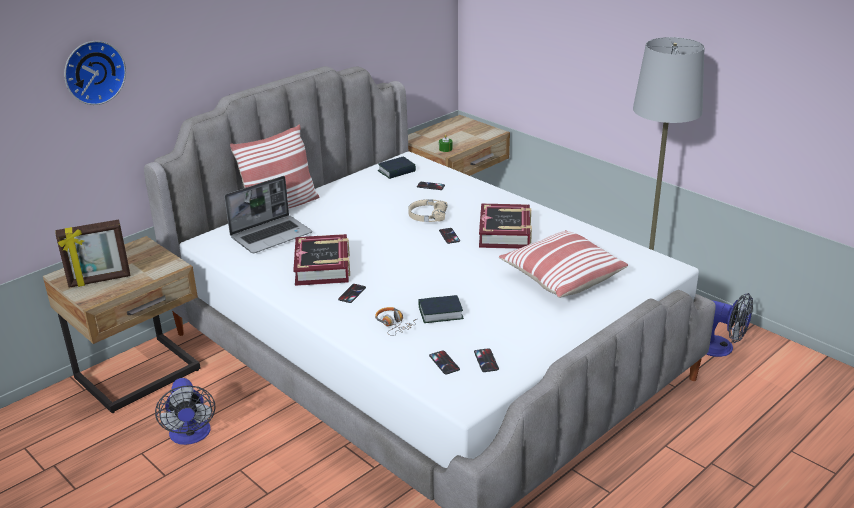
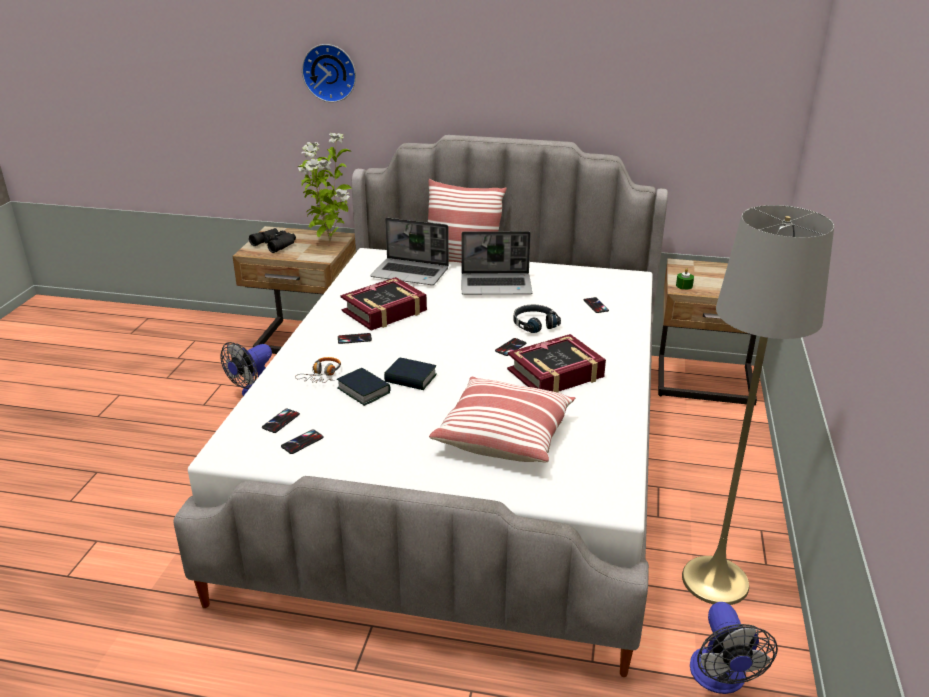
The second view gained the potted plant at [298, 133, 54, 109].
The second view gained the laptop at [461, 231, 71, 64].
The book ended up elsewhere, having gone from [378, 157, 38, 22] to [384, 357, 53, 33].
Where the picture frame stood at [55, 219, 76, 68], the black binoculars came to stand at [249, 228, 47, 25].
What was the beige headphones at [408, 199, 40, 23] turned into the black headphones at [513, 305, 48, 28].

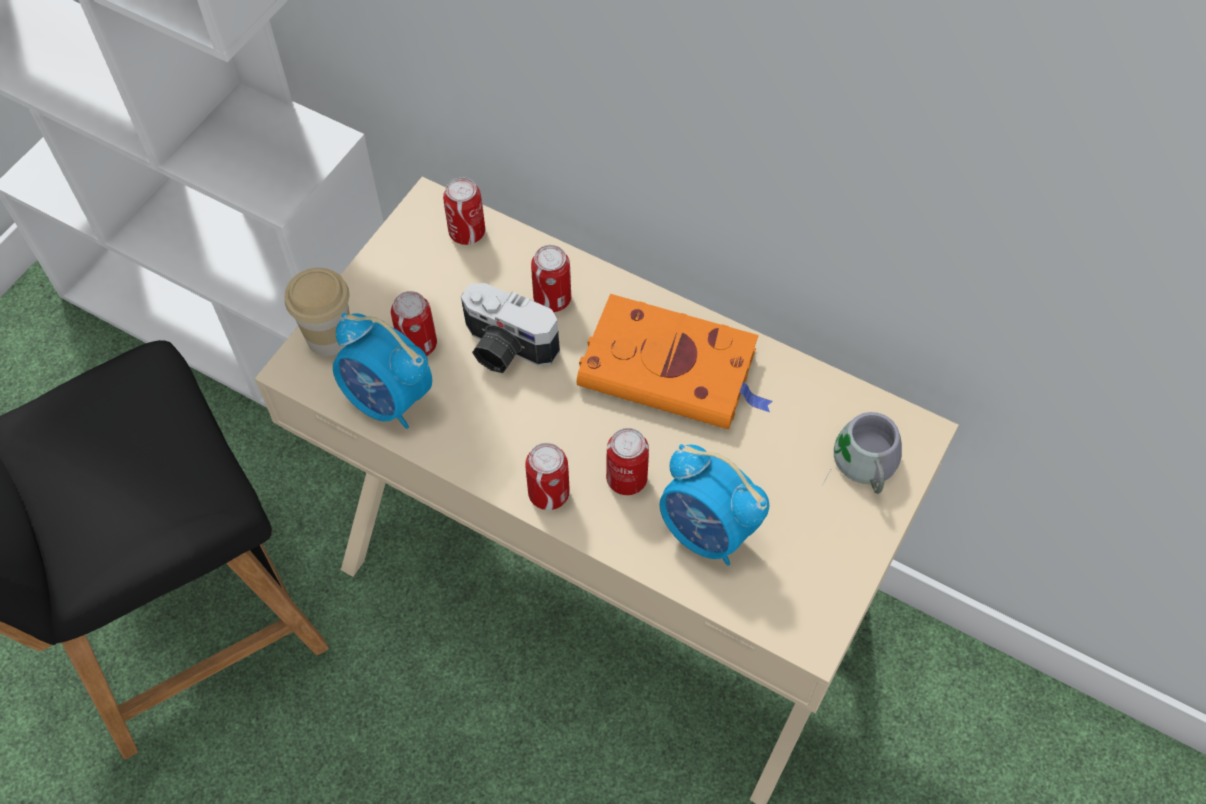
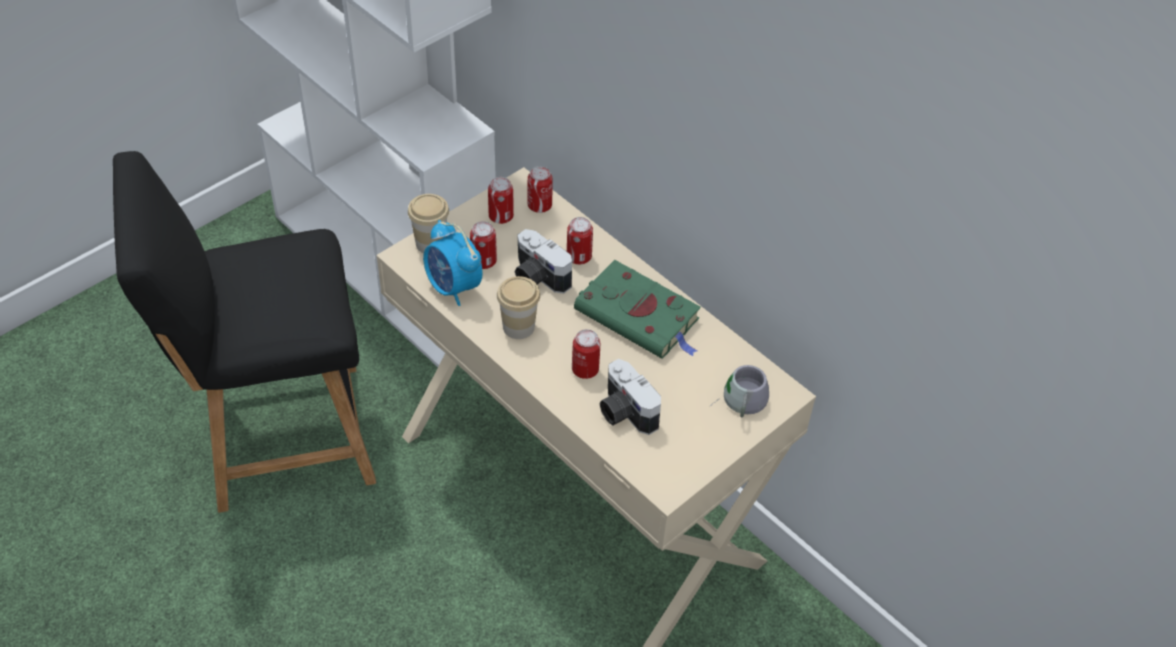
The second view gained the cup at [497, 276, 43, 63].
The can ended up elsewhere, having gone from [525, 443, 45, 67] to [488, 177, 26, 47].
Where the alarm clock stood at [659, 444, 110, 122], the photo camera came to stand at [599, 359, 62, 76].
What was the orange book at [577, 294, 196, 136] turned into the green book at [574, 260, 127, 99].

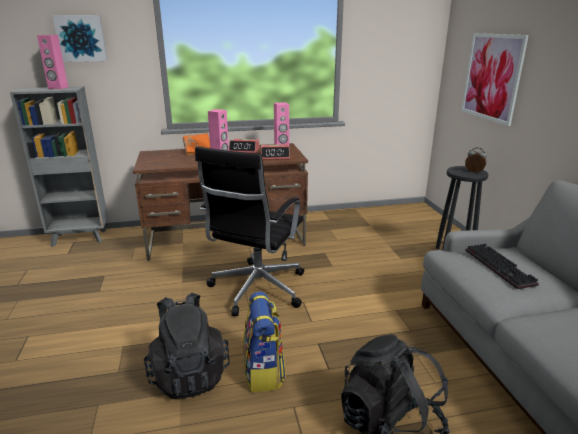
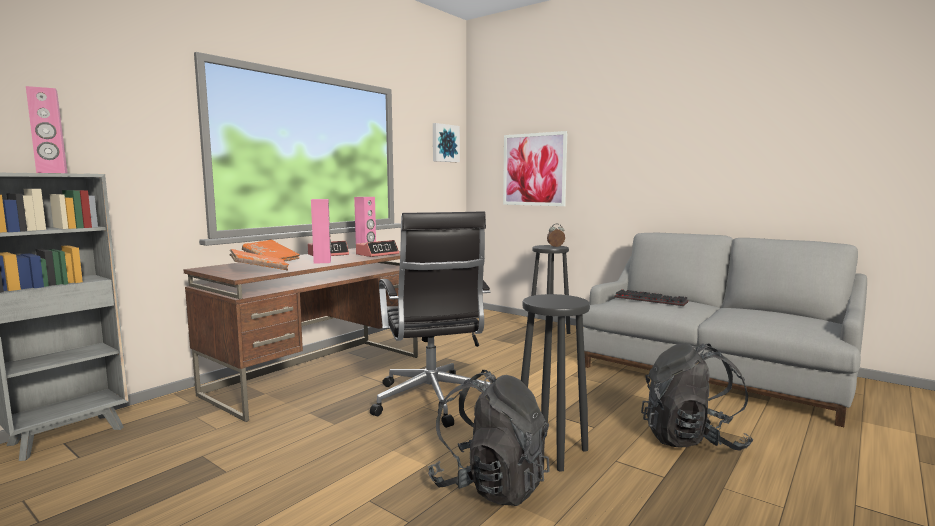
The second view gained the orange book at [230, 249, 59, 22].
The picture ended up elsewhere, having gone from [52, 15, 55, 47] to [433, 123, 27, 39].
Where the backpack stood at [243, 292, 43, 100], the black stool came to stand at [521, 294, 69, 178].

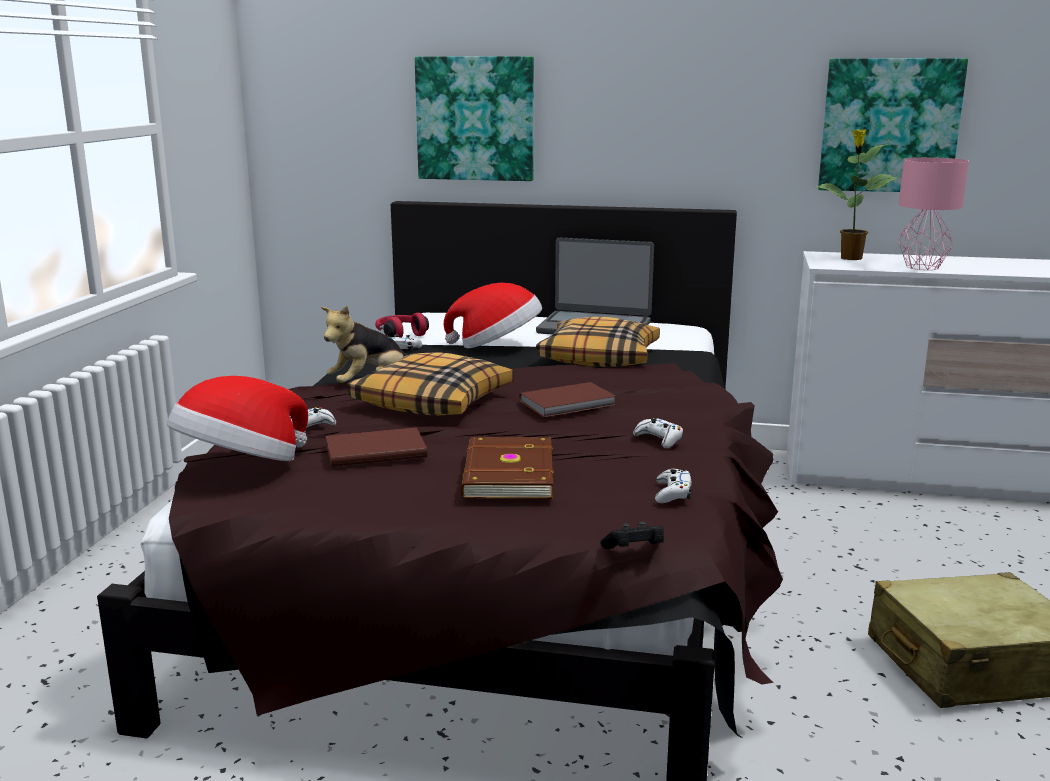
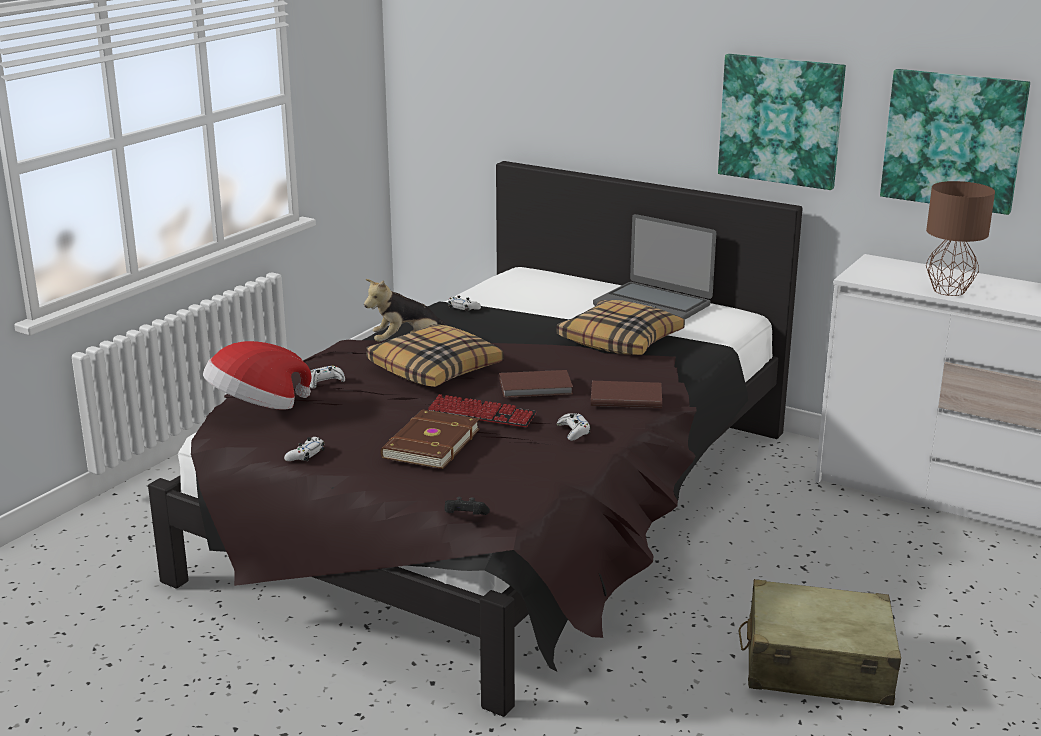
The second view lost the red headphones at [375, 313, 54, 25].
The second view lost the hat at [444, 283, 98, 65].
The second view lost the potted plant at [816, 129, 82, 131].
The second view gained the keyboard at [427, 394, 110, 33].
The brown book ended up elsewhere, having gone from [326, 427, 101, 40] to [591, 381, 71, 27].
The picture ended up elsewhere, having gone from [415, 56, 119, 125] to [718, 54, 128, 136].
The white game controller ended up elsewhere, having gone from [655, 469, 36, 34] to [284, 437, 41, 24].
What was the pink table lamp at [899, 157, 70, 113] turned into the brown table lamp at [926, 181, 69, 115].

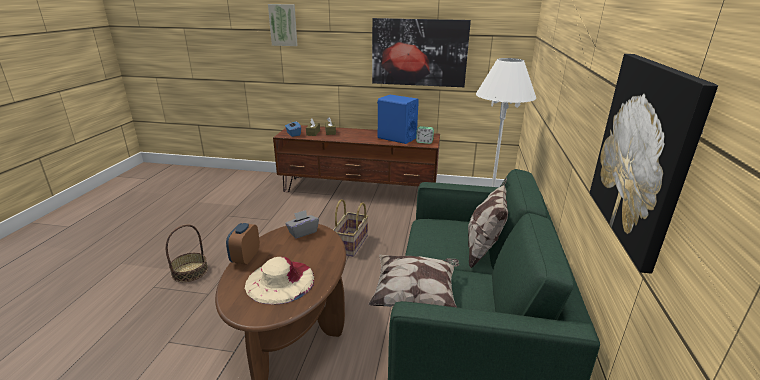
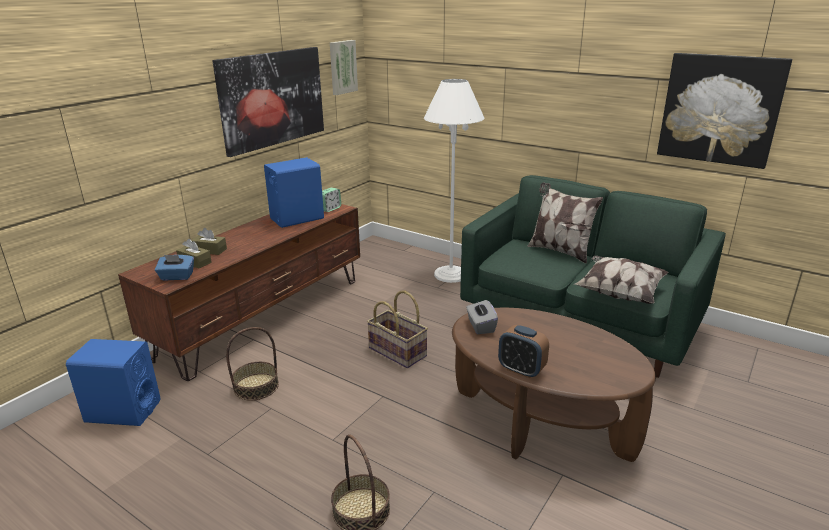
The second view lost the beige hat at [245, 257, 69, 47].
The second view gained the blue speaker at [66, 339, 94, 87].
The second view gained the basket at [226, 327, 53, 74].
The picture ended up elsewhere, having gone from [268, 4, 30, 42] to [330, 40, 28, 55].

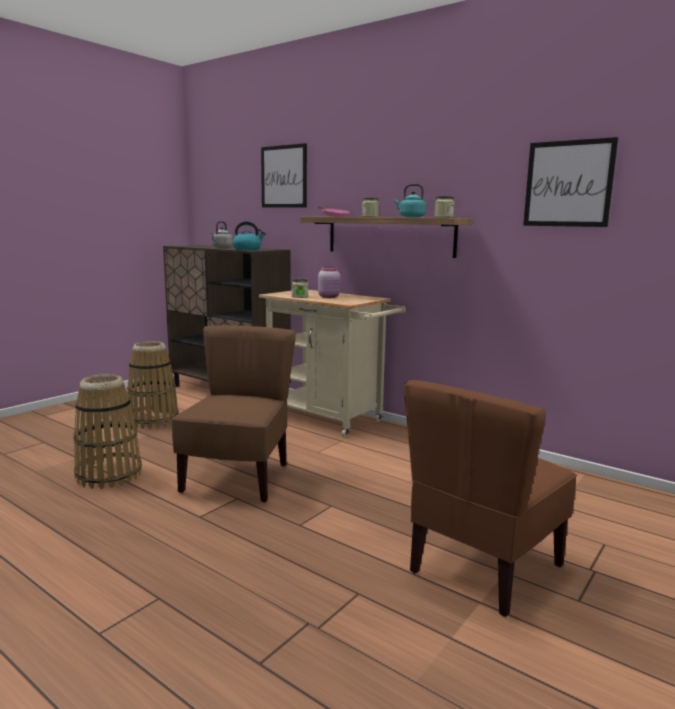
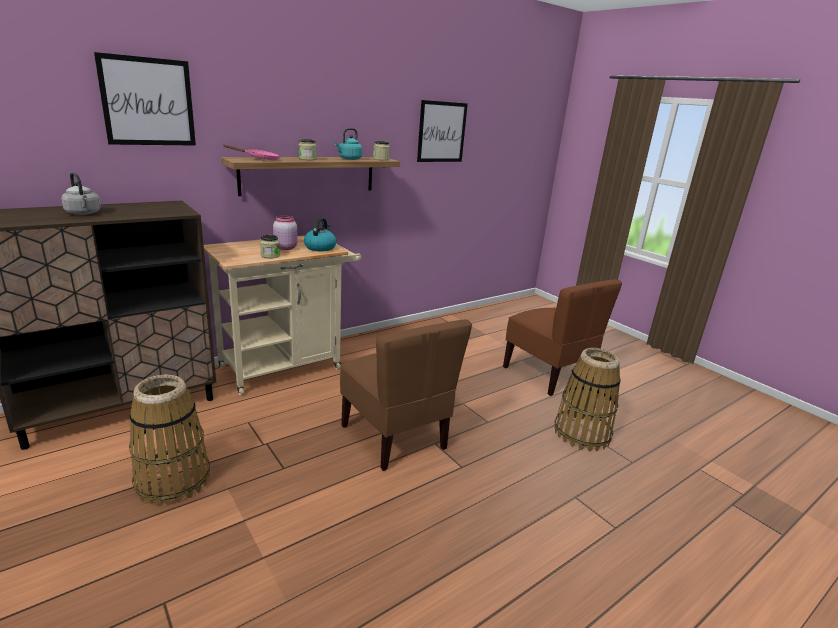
The basket ended up elsewhere, having gone from [73, 374, 69, 115] to [554, 348, 67, 103].
The kettle ended up elsewhere, having gone from [232, 221, 34, 29] to [304, 217, 33, 34].
The brown chair at [172, 325, 124, 178] ended up facing another way, 150 degrees counterclockwise from before.

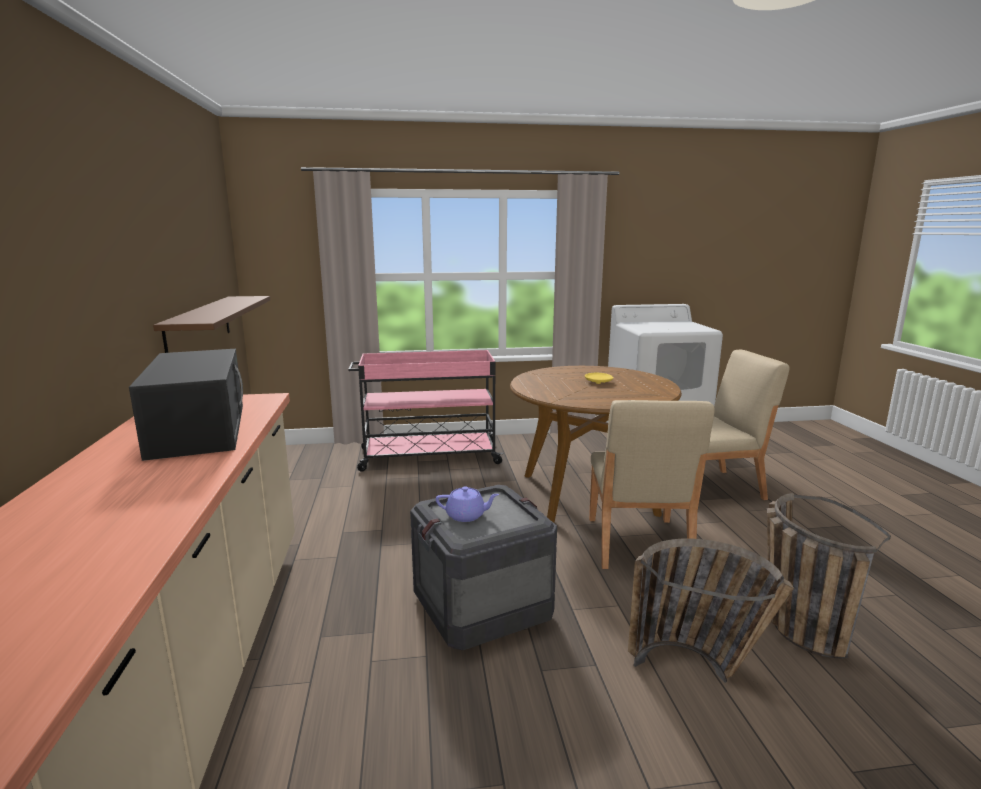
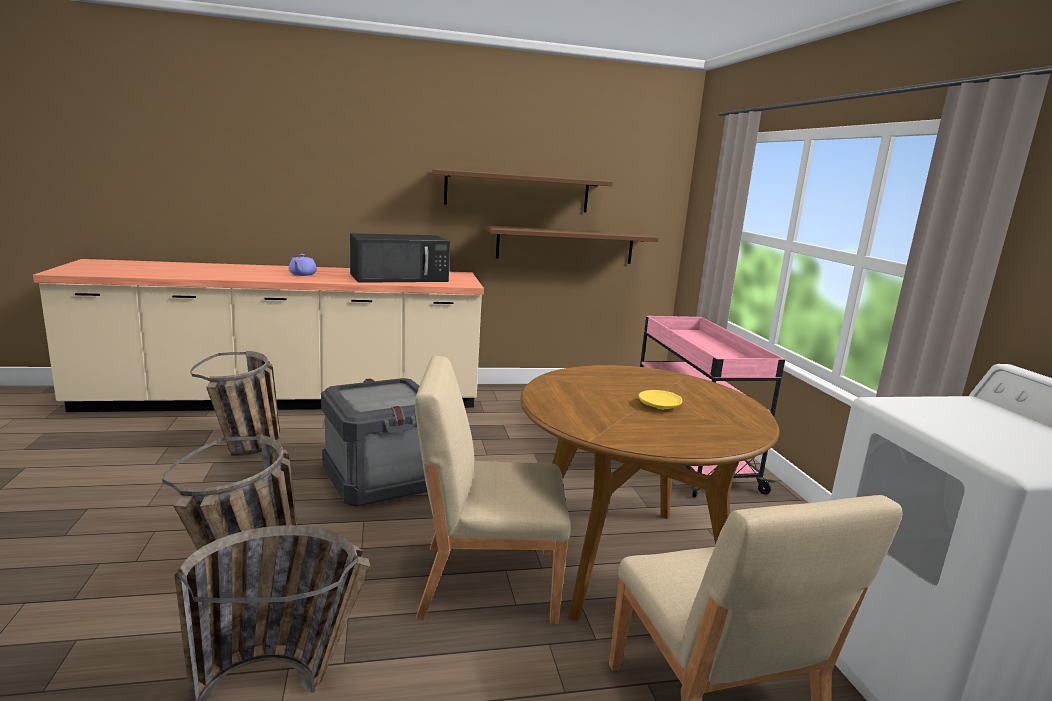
The second view gained the basket at [190, 351, 90, 105].
The second view gained the brown shelf at [432, 169, 181, 43].
The purple teapot ended up elsewhere, having gone from [436, 486, 63, 36] to [289, 254, 28, 22].

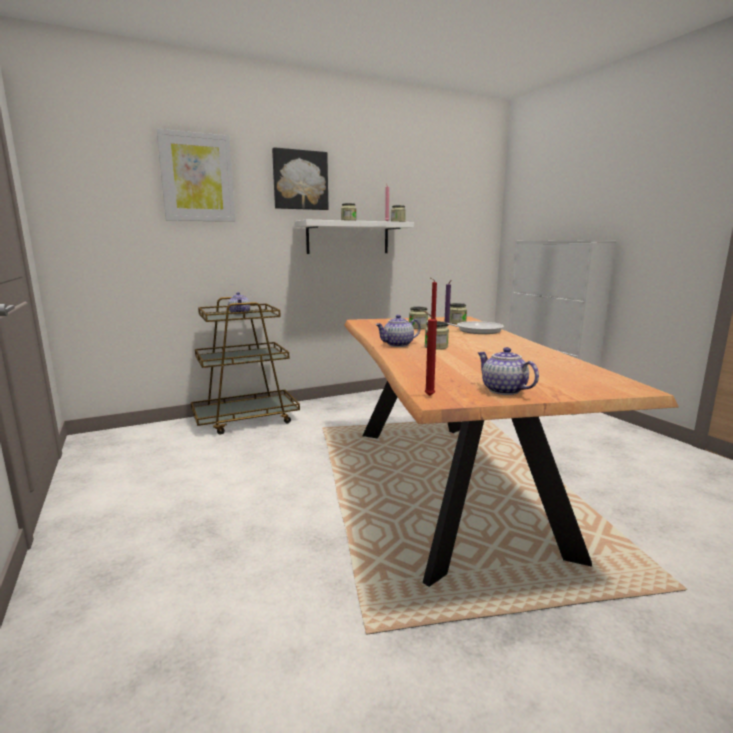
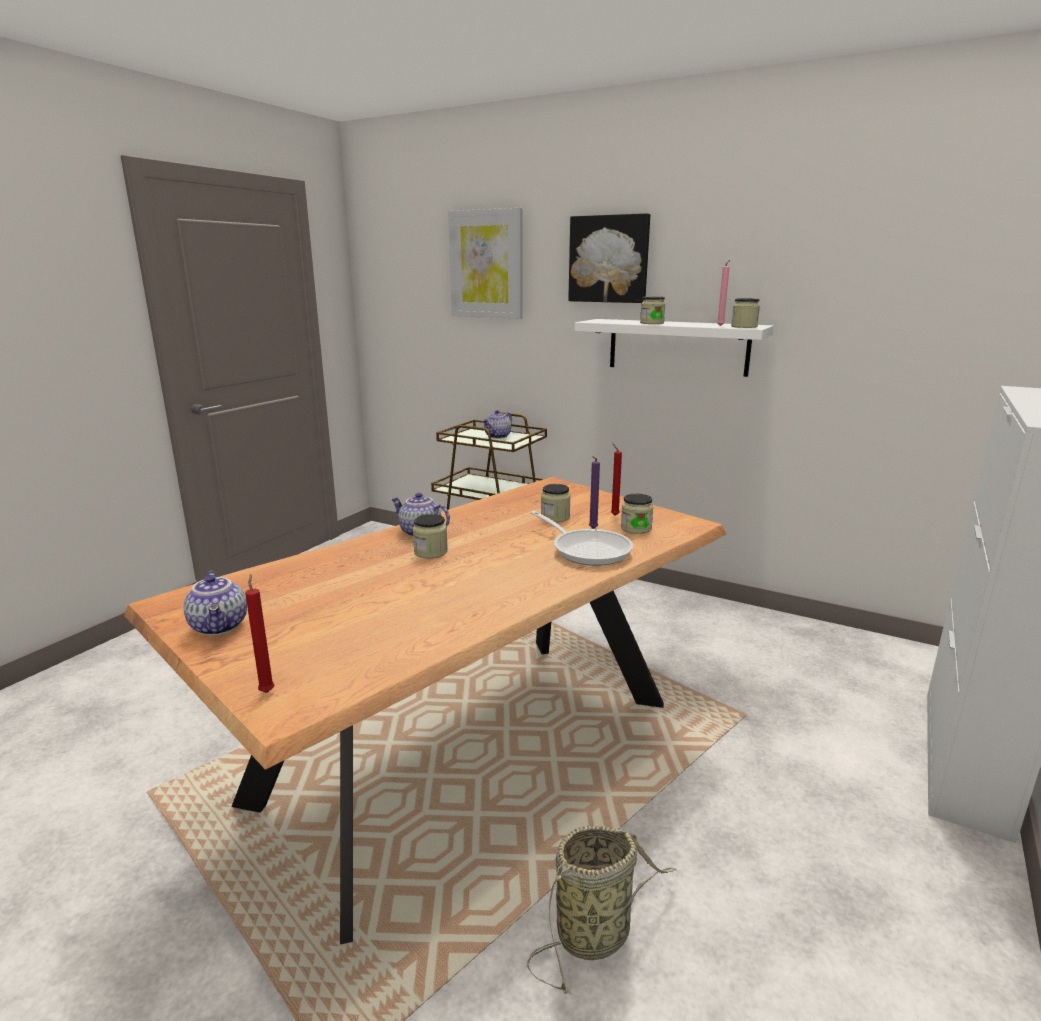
The second view gained the basket at [526, 825, 151, 169].
The red candle ended up elsewhere, having gone from [424, 311, 13, 85] to [245, 574, 30, 119].
The teapot at [477, 347, 62, 48] ended up facing another way, 135 degrees clockwise from before.

